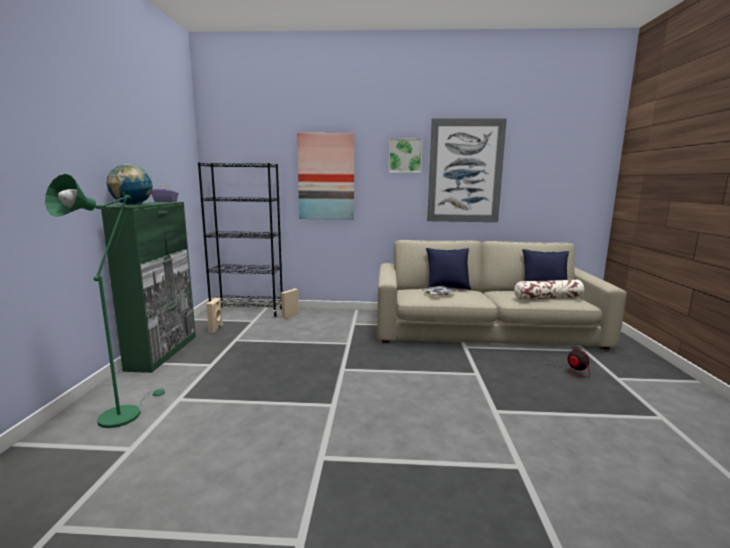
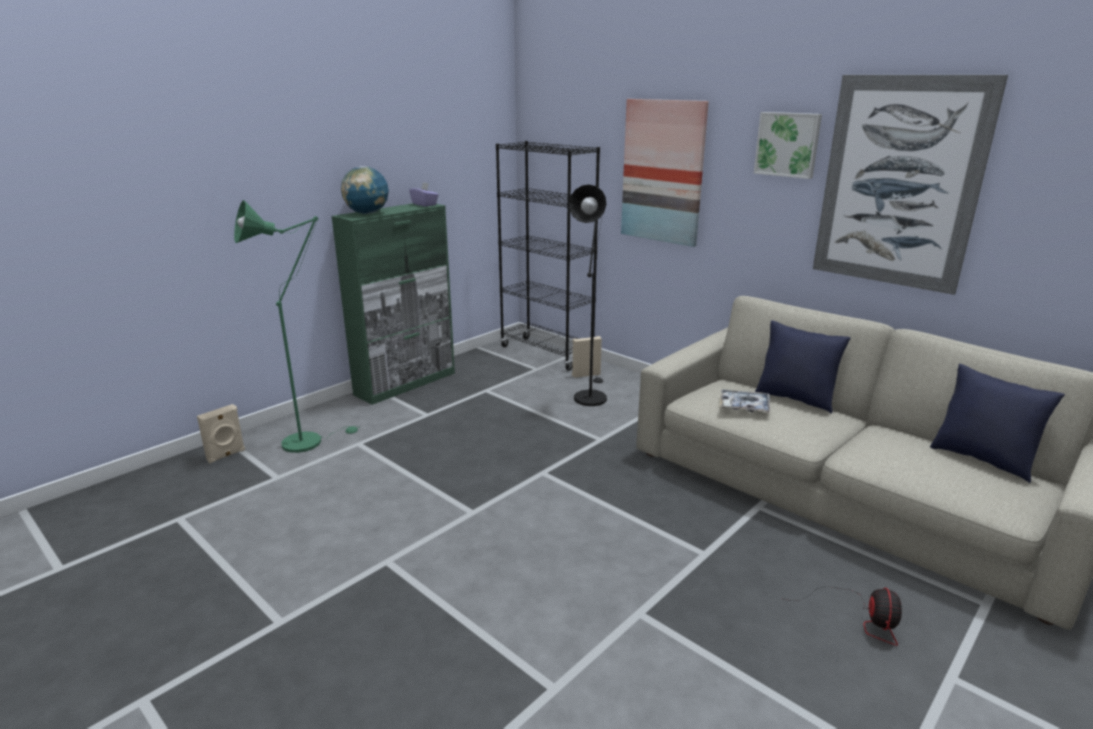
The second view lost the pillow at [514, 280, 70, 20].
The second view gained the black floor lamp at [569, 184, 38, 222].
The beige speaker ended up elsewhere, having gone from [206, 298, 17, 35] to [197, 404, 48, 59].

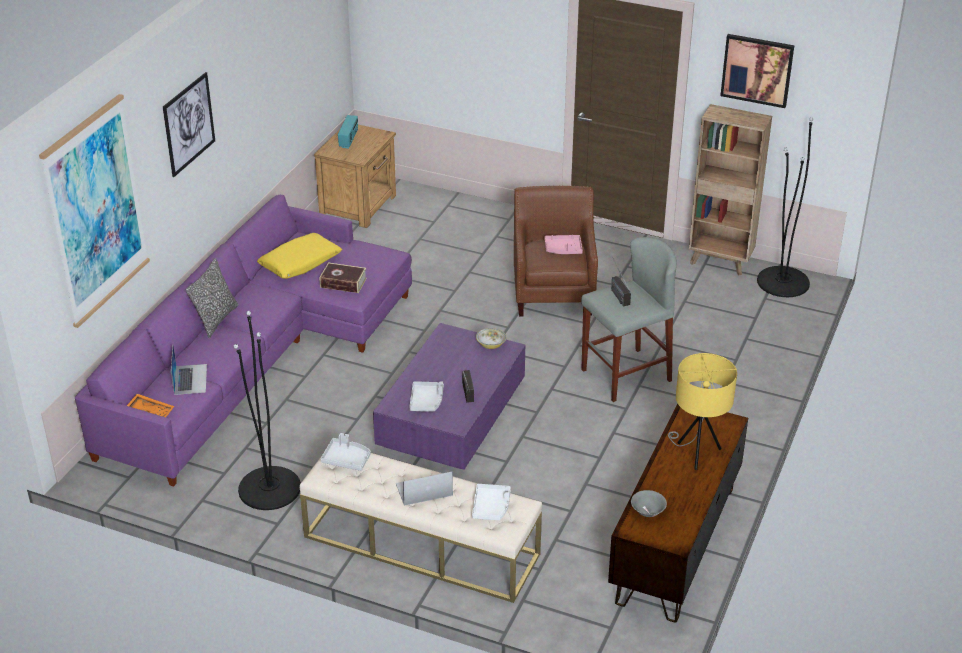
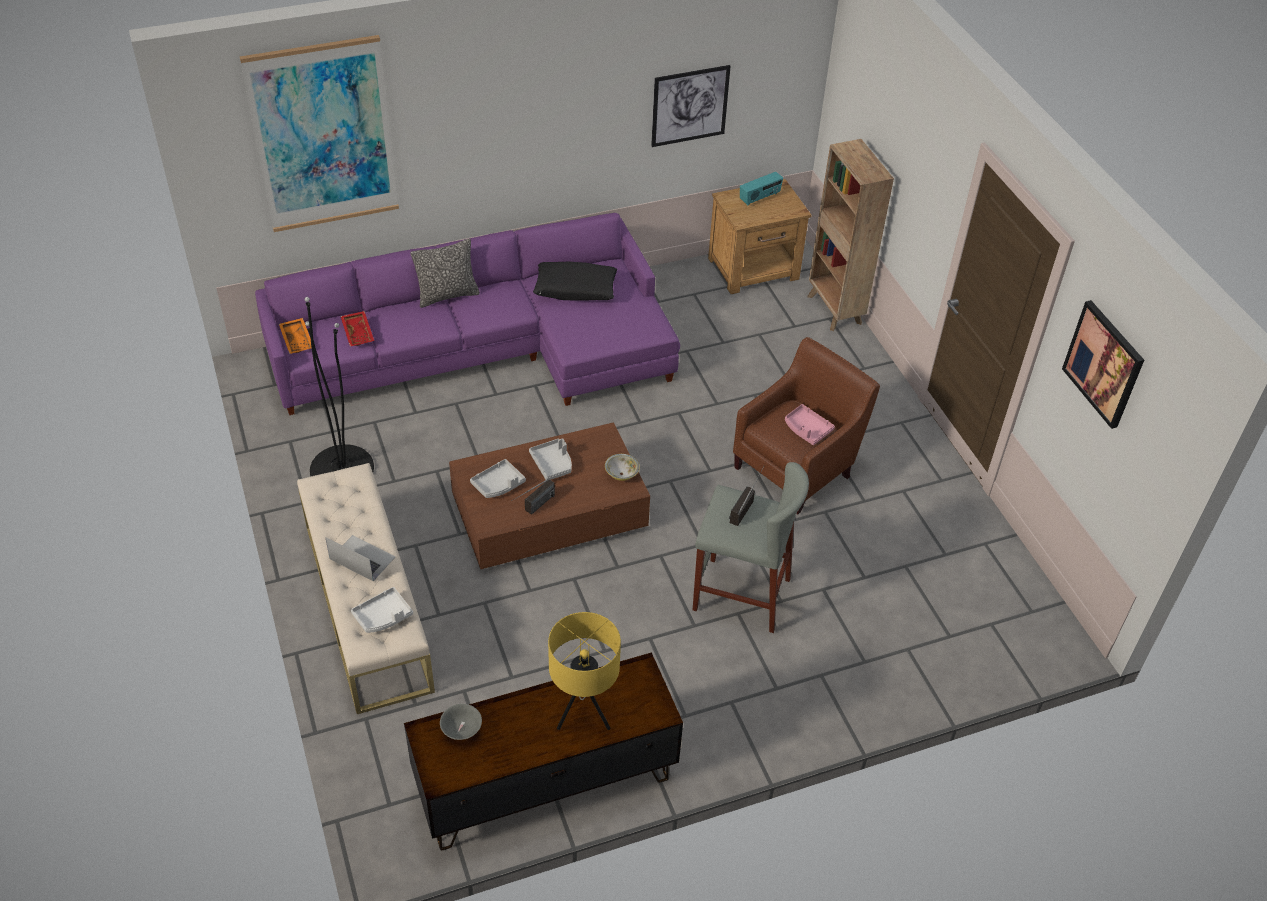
The second view lost the book at [320, 262, 47, 31].
The second view lost the black floor lamp at [757, 117, 56, 180].
The picture ended up elsewhere, having gone from [163, 72, 52, 105] to [651, 65, 80, 82].
The grey tray ended up elsewhere, having gone from [320, 433, 51, 38] to [529, 438, 43, 42].
The brown bookcase ended up elsewhere, having gone from [689, 104, 83, 171] to [807, 139, 87, 192].
Where the laptop stood at [171, 346, 36, 49], the red tray came to stand at [340, 311, 34, 35].
What was the yellow pillow at [257, 233, 85, 46] turned into the black pillow at [533, 262, 84, 39].
What was the purple coffee table at [373, 323, 152, 147] turned into the brown coffee table at [449, 422, 201, 147].

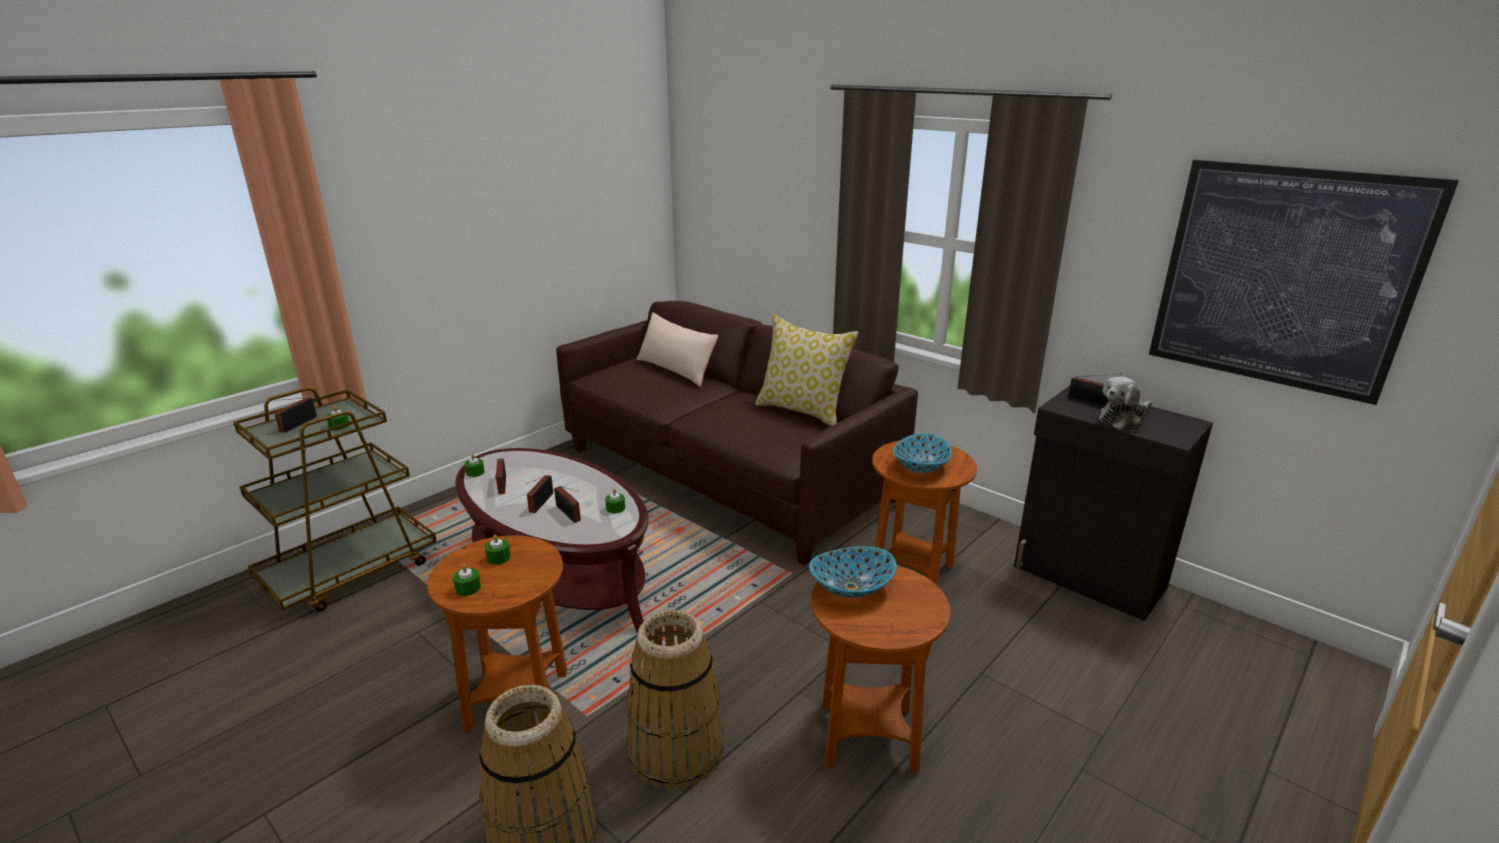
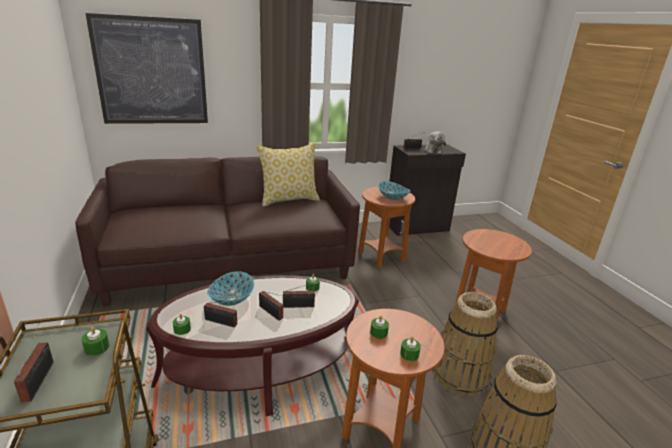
The second view lost the beige pillow at [636, 312, 83, 75].
The bowl ended up elsewhere, having gone from [809, 546, 88, 52] to [207, 271, 47, 35].
The picture ended up elsewhere, having gone from [1149, 159, 310, 246] to [85, 13, 123, 111].
The radio at [270, 398, 47, 35] ended up facing another way, 150 degrees counterclockwise from before.

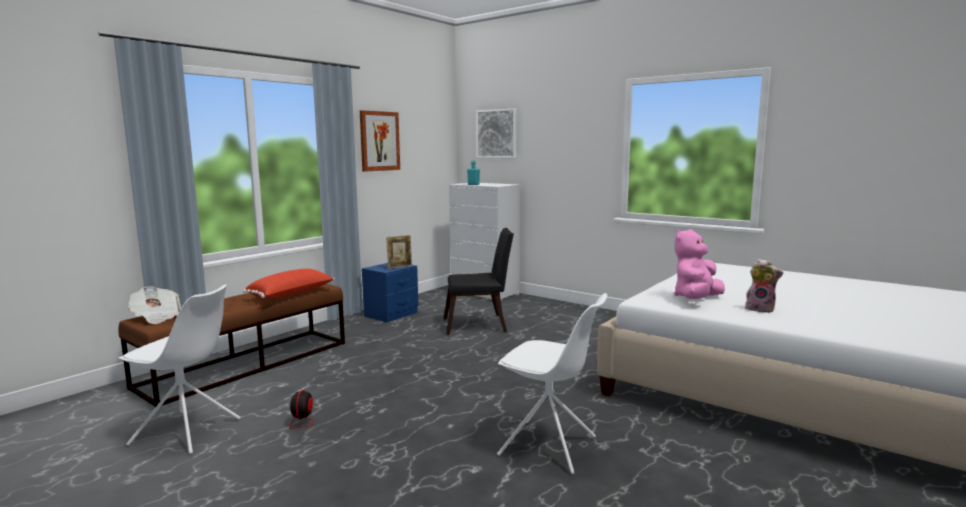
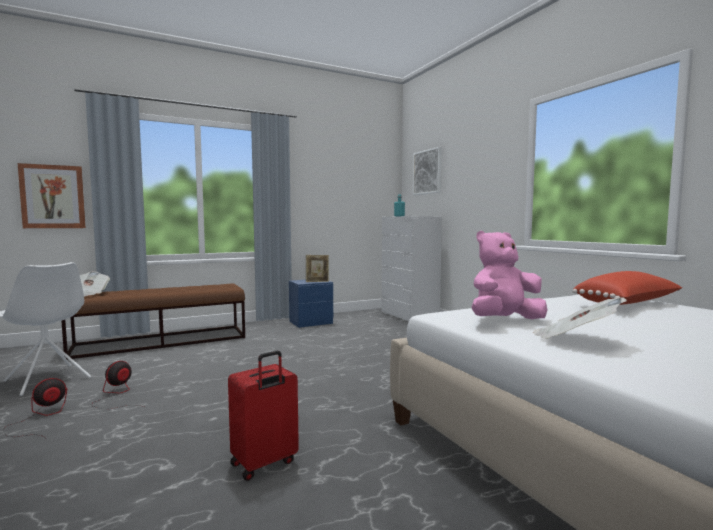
The second view lost the black chair at [444, 228, 70, 107].
The second view gained the fan at [3, 378, 64, 62].
The red pillow ended up elsewhere, having gone from [243, 269, 92, 30] to [572, 271, 110, 34].
The picture ended up elsewhere, having gone from [360, 110, 40, 62] to [18, 163, 68, 65].
Where the white chair stood at [497, 293, 110, 181], the red suitcase came to stand at [228, 351, 71, 130].
Where the plush toy stood at [745, 259, 38, 54], the newspaper came to stand at [533, 298, 94, 41].

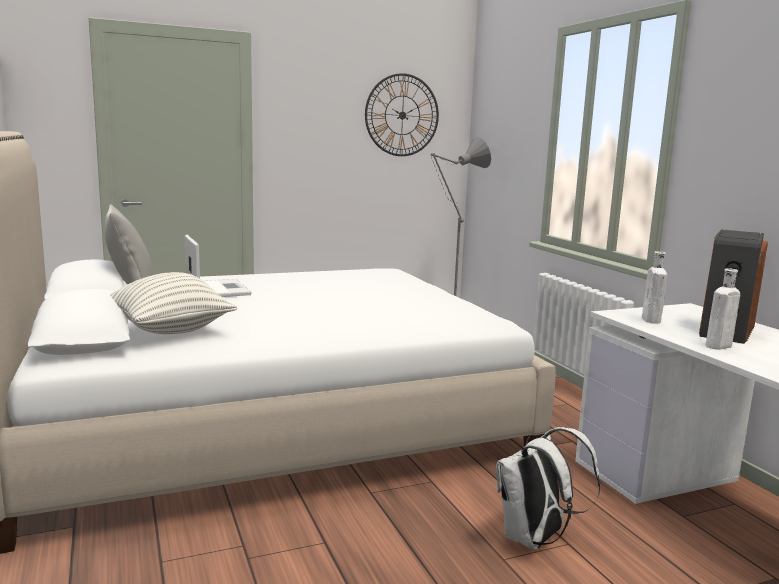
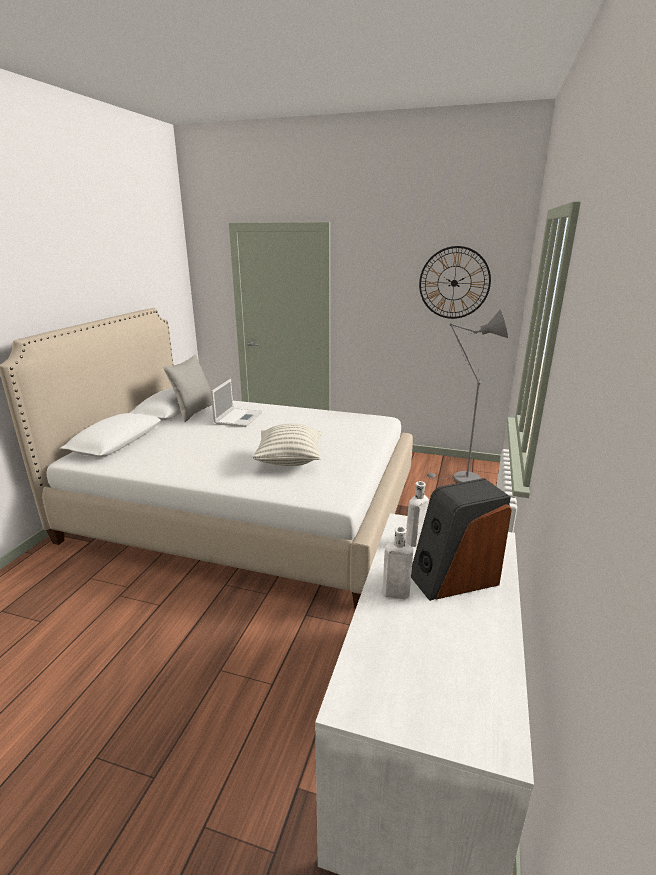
The second view lost the white backpack at [496, 427, 104, 123].
The pillow ended up elsewhere, having gone from [110, 272, 127, 62] to [253, 423, 69, 43].

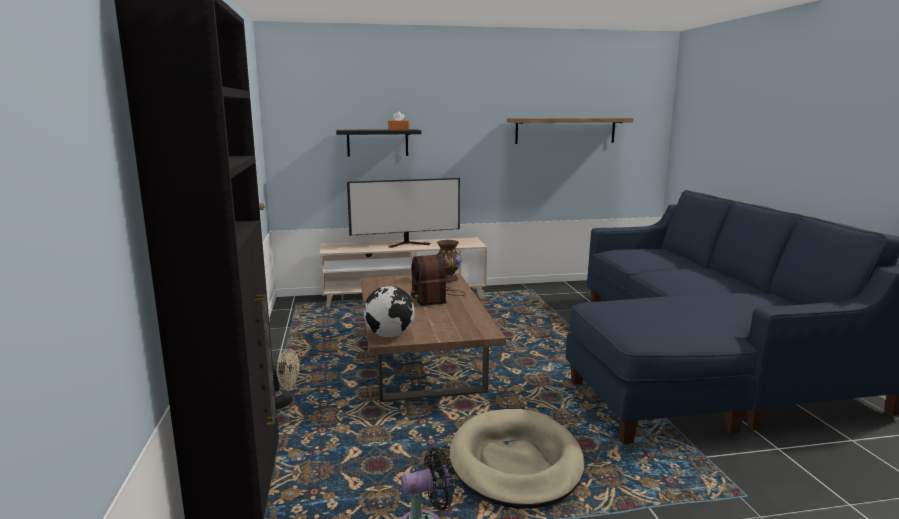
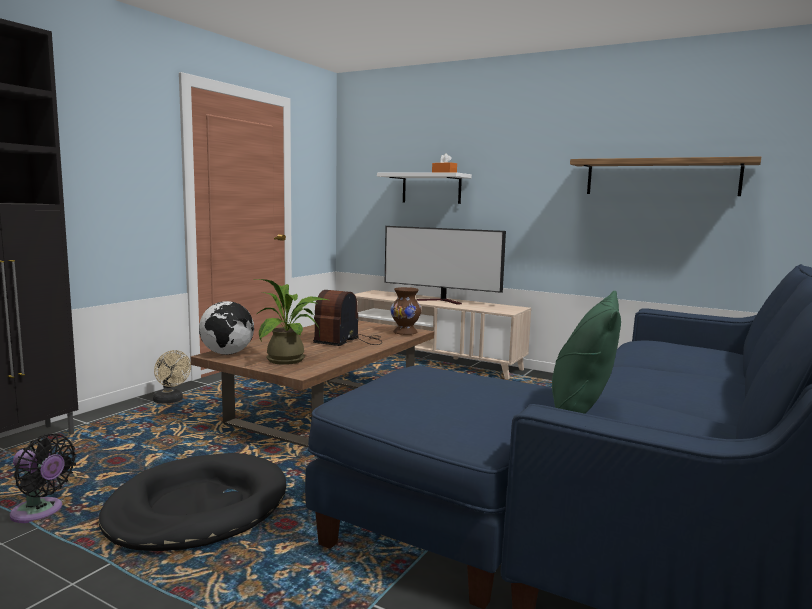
The second view gained the potted plant at [256, 279, 72, 86].
The second view gained the green pillow at [552, 291, 69, 123].
What was the black shelf at [336, 129, 85, 28] turned into the white shelf at [377, 172, 95, 32].
What was the beige dog bed at [450, 409, 135, 100] turned into the black dog bed at [99, 453, 187, 98].

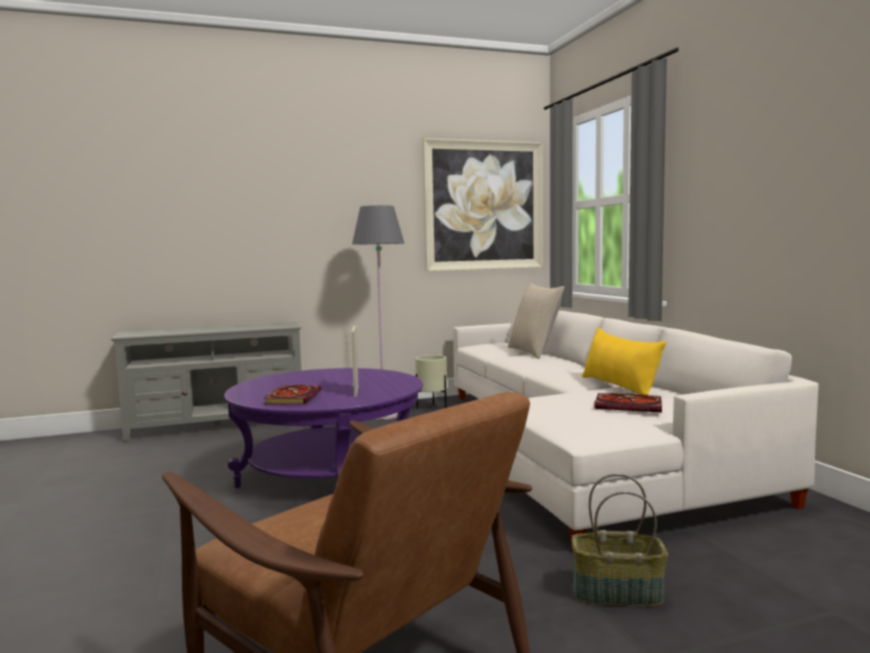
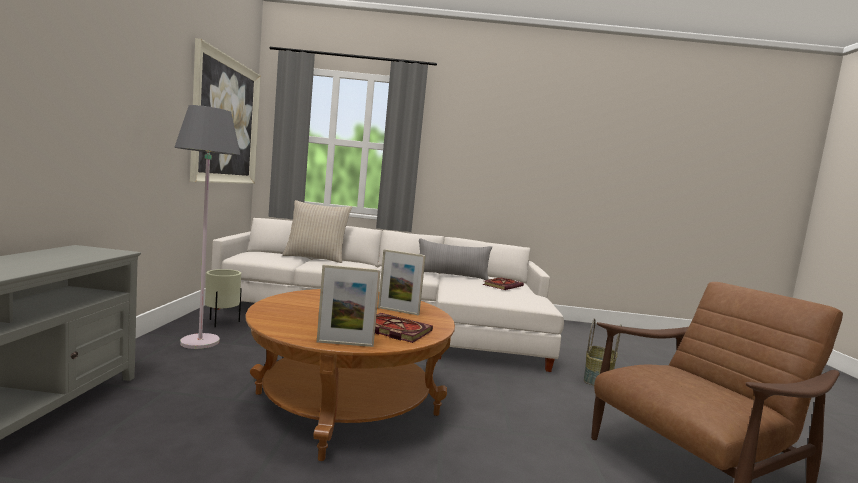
The second view gained the picture frame at [317, 264, 64, 83].
What was the purple coffee table at [224, 368, 199, 120] turned into the brown coffee table at [246, 289, 209, 172].
What was the yellow pillow at [582, 328, 84, 67] turned into the grey pillow at [419, 238, 73, 42].

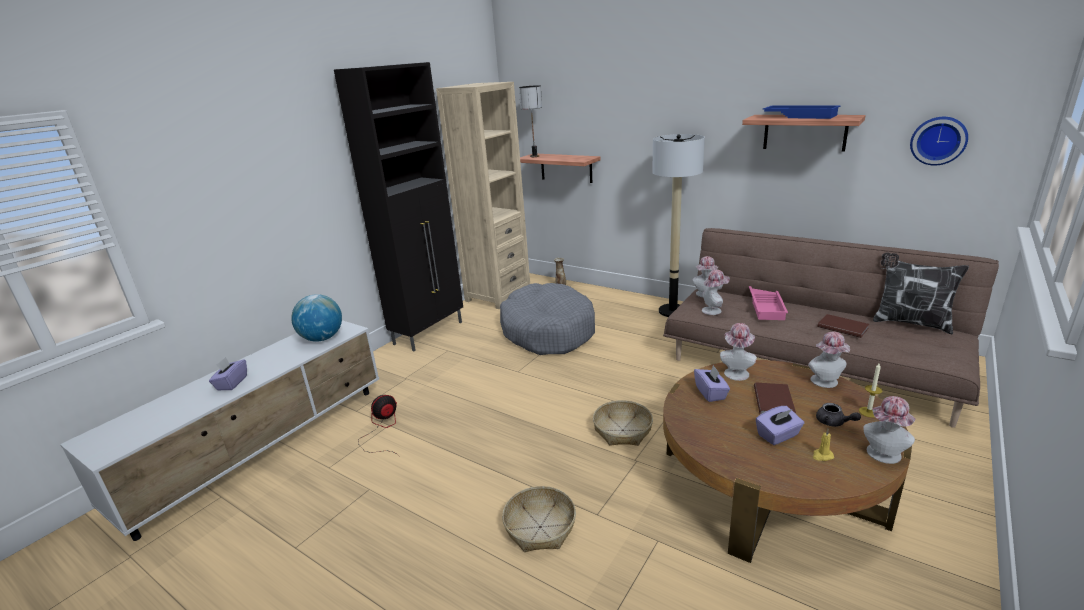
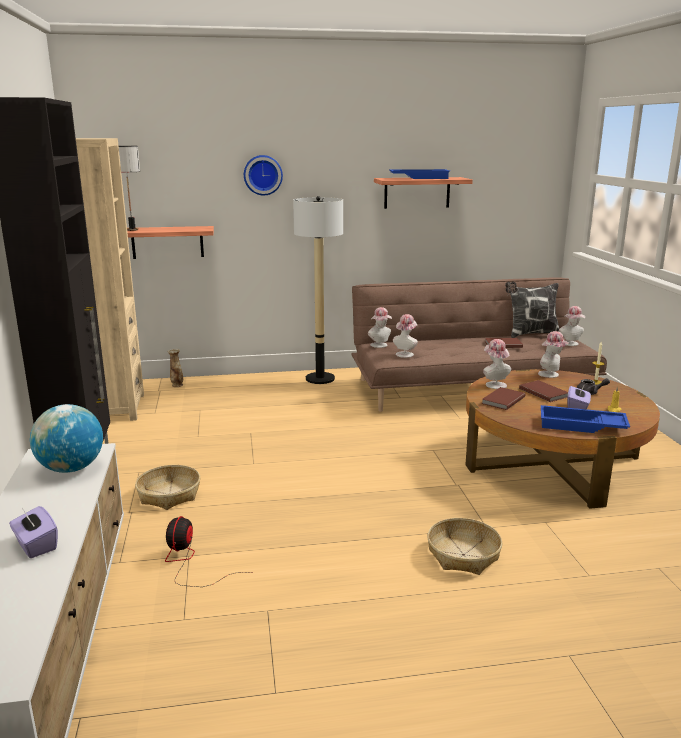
The second view lost the grey dog bed at [500, 283, 95, 72].
The second view lost the pink tray at [749, 286, 39, 34].
The second view gained the blue tray at [541, 405, 89, 28].
The basket ended up elsewhere, having gone from [593, 400, 60, 46] to [135, 465, 65, 45].
The hat ended up elsewhere, having gone from [863, 396, 53, 68] to [559, 306, 26, 40].
The wall clock ended up elsewhere, having gone from [910, 117, 58, 49] to [244, 155, 39, 40].
Where the purple tissue box stood at [694, 365, 36, 37], the brown book came to stand at [482, 387, 44, 23].

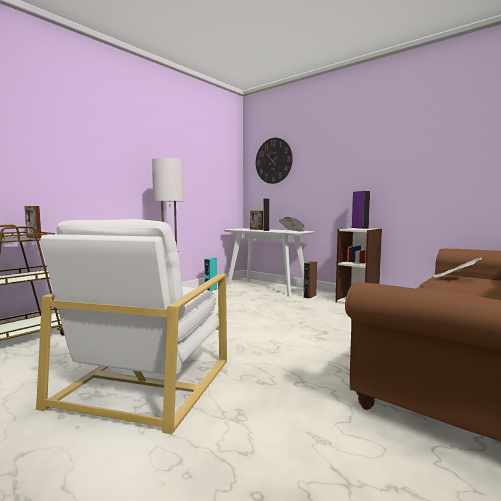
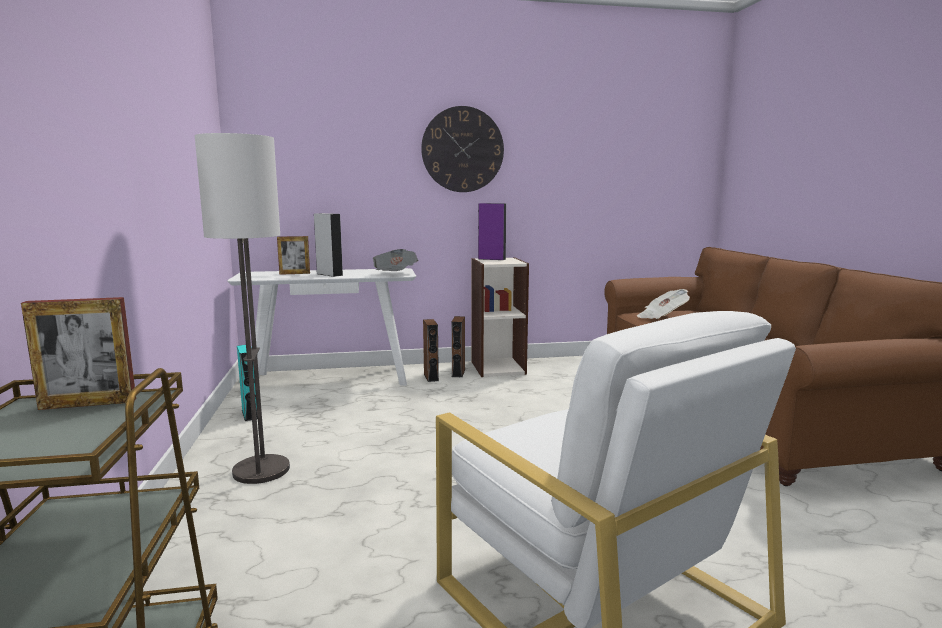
The second view gained the brown speaker at [451, 316, 14, 61].
The wall clock ended up elsewhere, having gone from [256, 138, 37, 46] to [421, 106, 83, 86].

